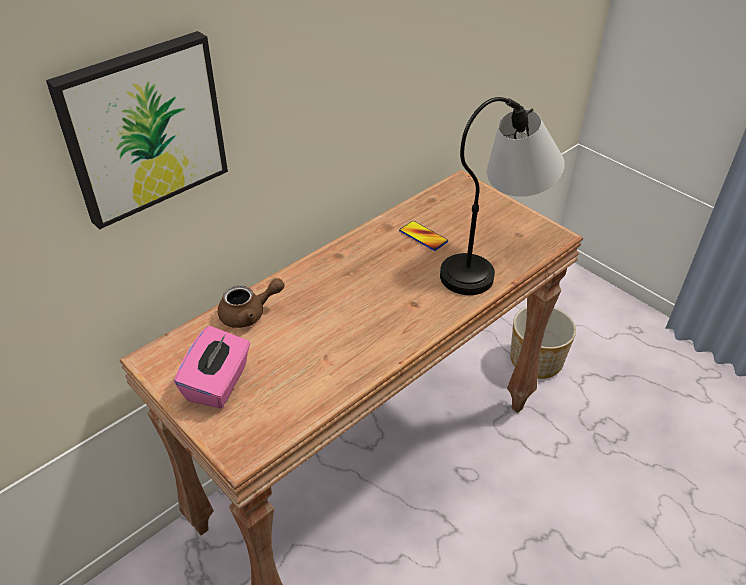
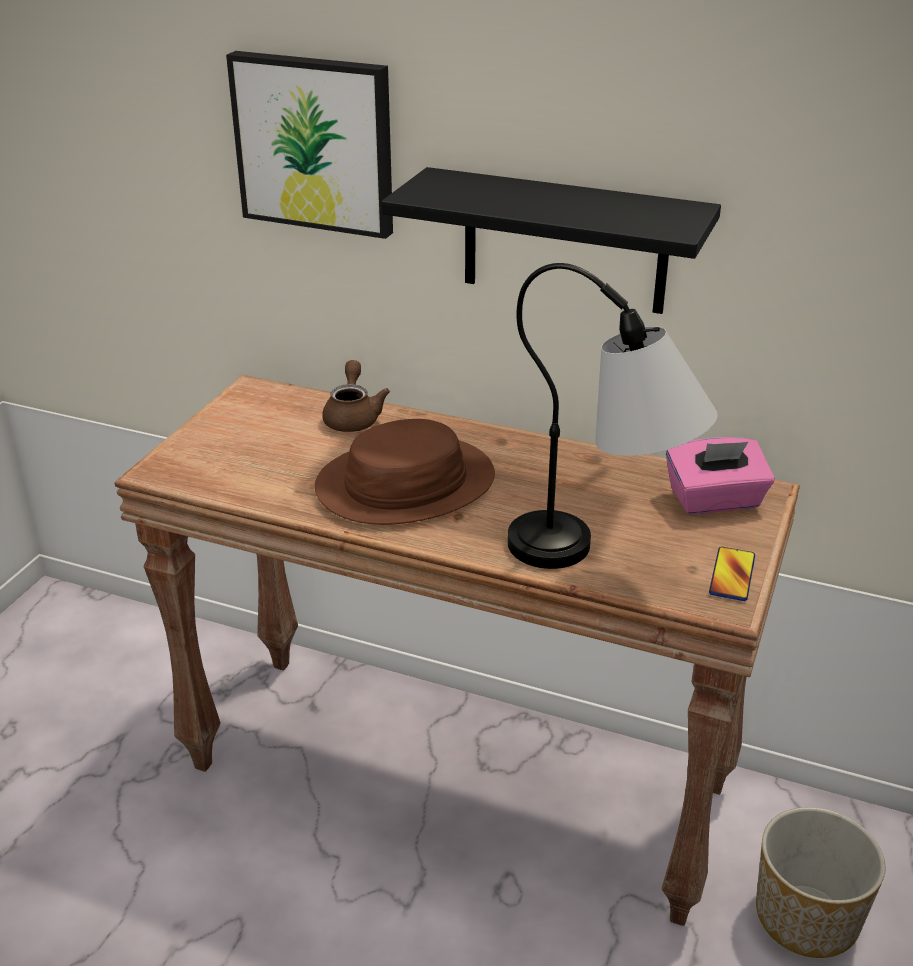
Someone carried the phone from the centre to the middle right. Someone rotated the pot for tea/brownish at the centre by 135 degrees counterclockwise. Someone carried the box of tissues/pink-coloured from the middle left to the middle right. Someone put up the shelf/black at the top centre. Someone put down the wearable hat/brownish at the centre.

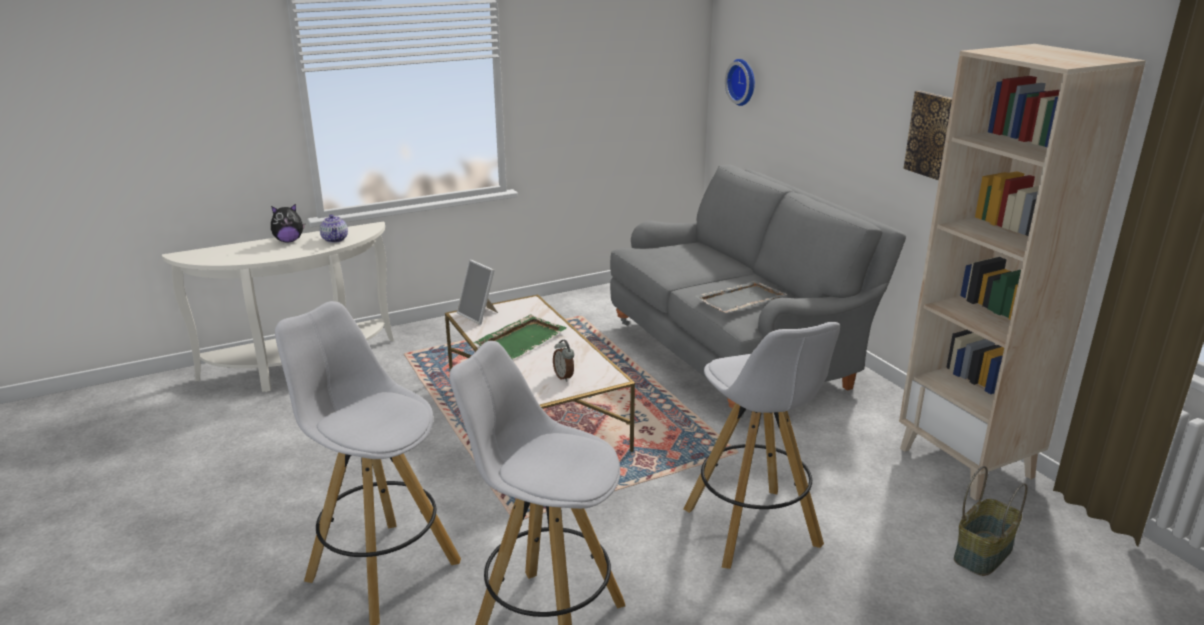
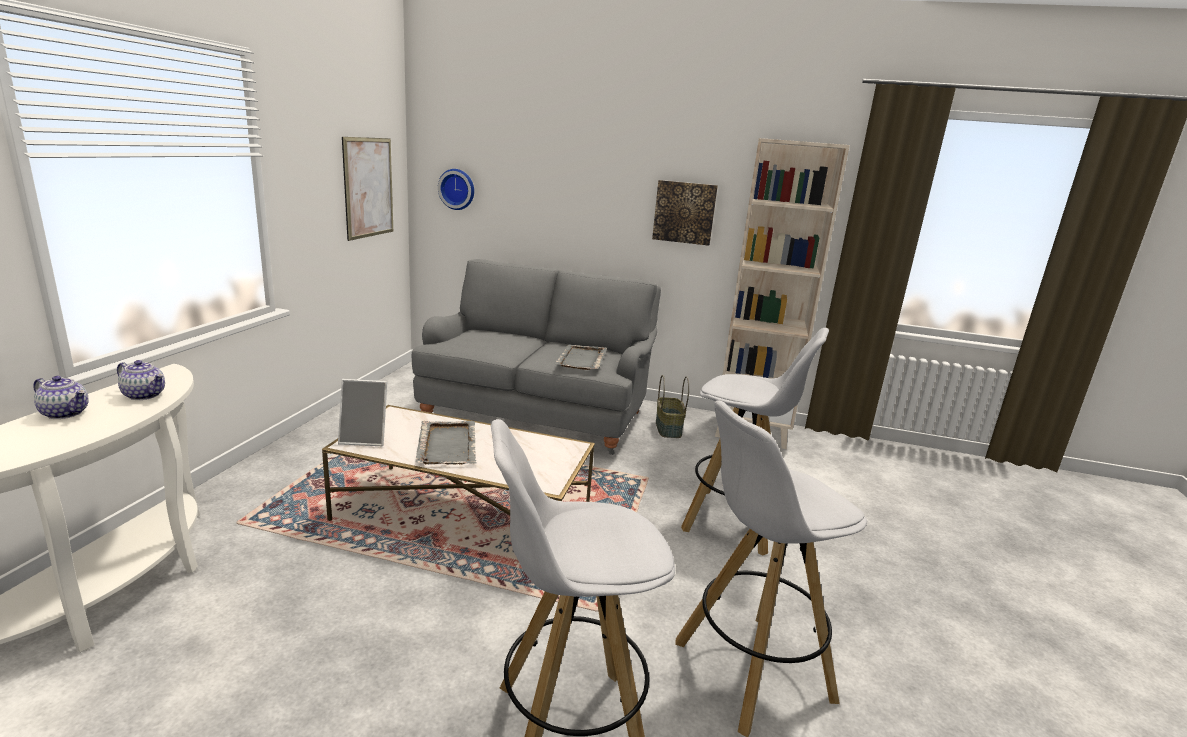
Someone swapped the plush toy at the middle left for the pot for tea (1st from left) at the middle left. Someone repainted the carrying tray/greenish at the centre, which became the carrying tray/grey (1st from left) at the centre. Someone took away the table clock at the centre. Someone carried the basket from the bottom right to the centre. Someone put up the picture (1st from left) at the top left.

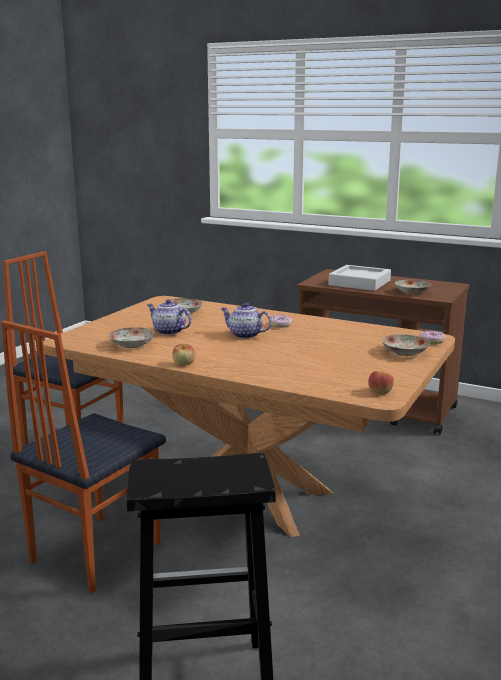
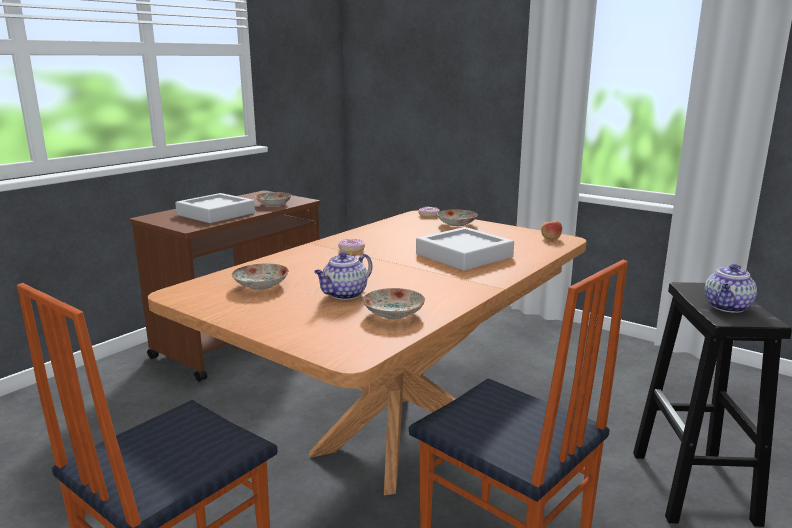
Someone carried the pot for tea (2nd from left) from the centre to the middle right. Someone took away the apple (1st from left) at the centre. Someone put down the carrying tray/grey (2nd from left) at the centre.

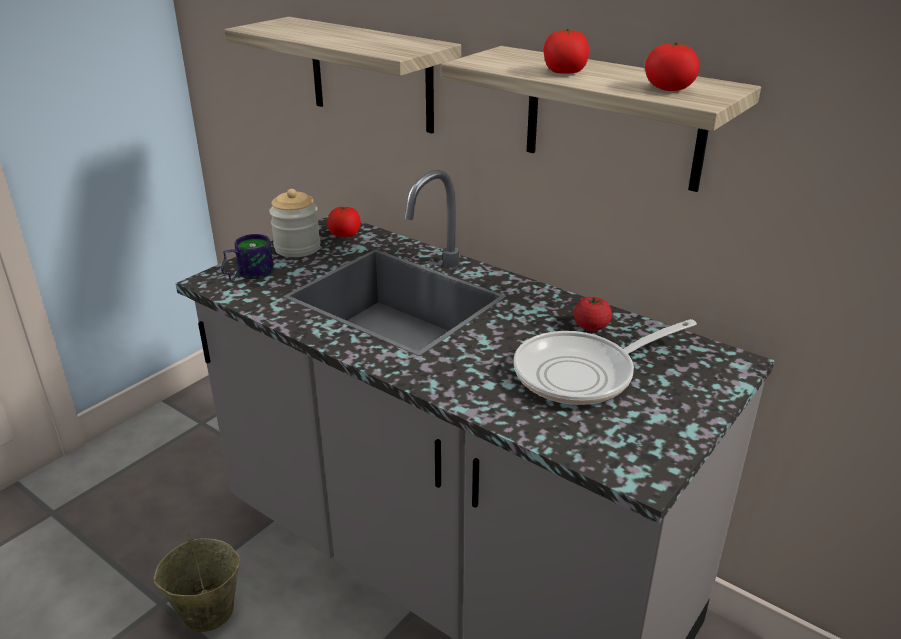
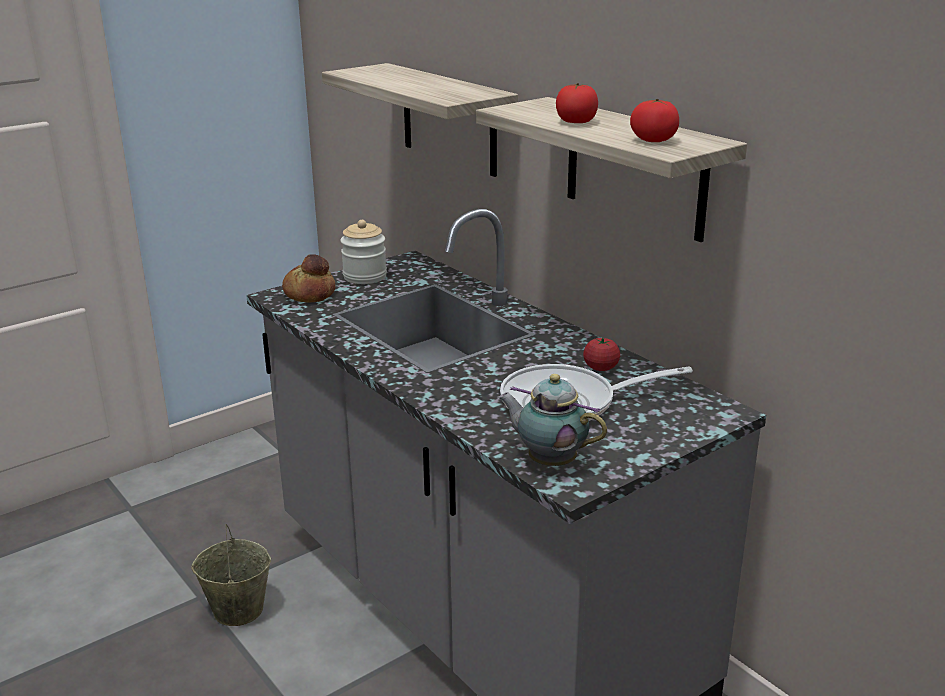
Someone took away the whole tomato (1st from left) at the centre. Someone swapped the coffee mug at the middle left for the bread at the middle left. Someone put down the pot for tea at the centre.

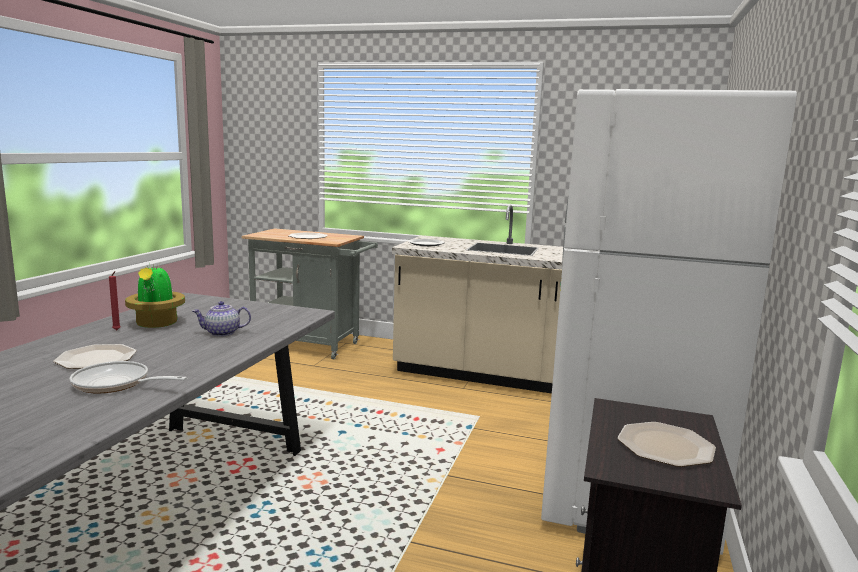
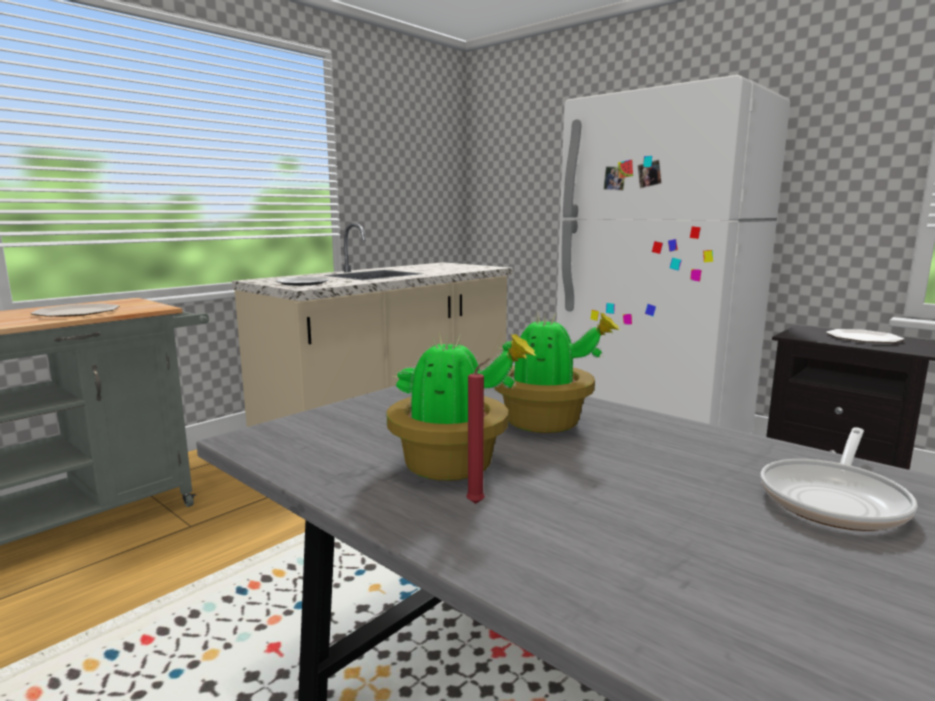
Someone swapped the pot for tea at the middle left for the plant in a pot (2nd from left) at the centre. Someone took away the dinner plate (1st from left) at the middle left.

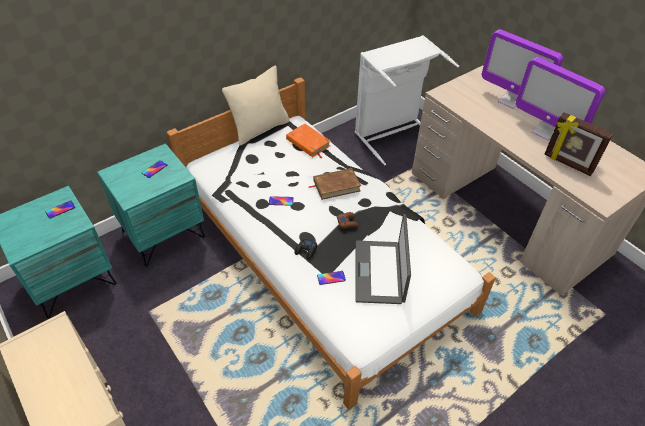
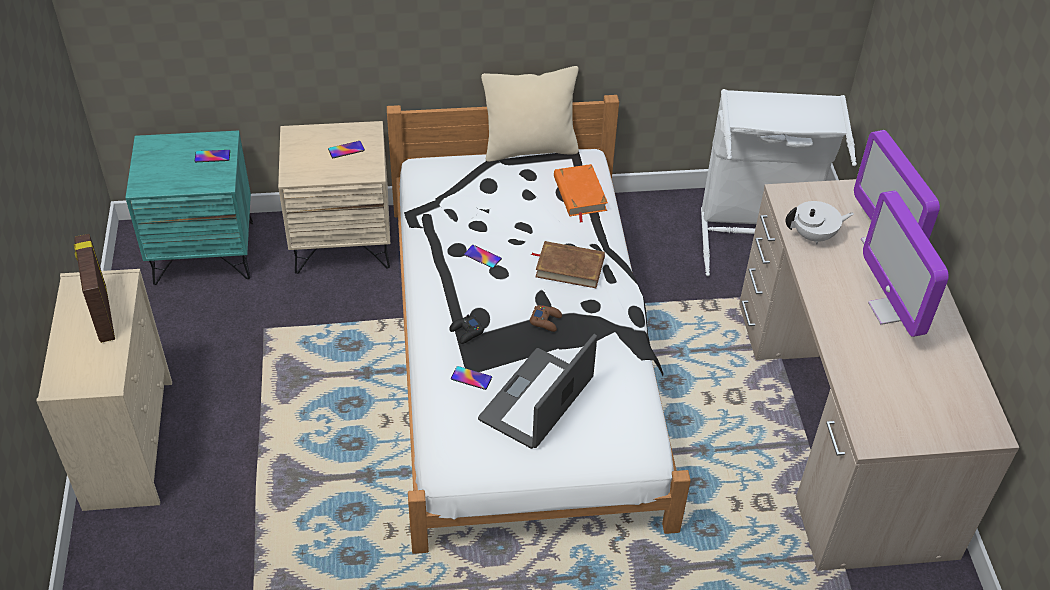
Someone carried the photo frame from the middle right to the middle left. Someone repainted the night table/turquoise (2nd from left) at the middle left, which became the night table/beige at the middle left. Someone put down the pot for tea/white-coloured at the middle right.

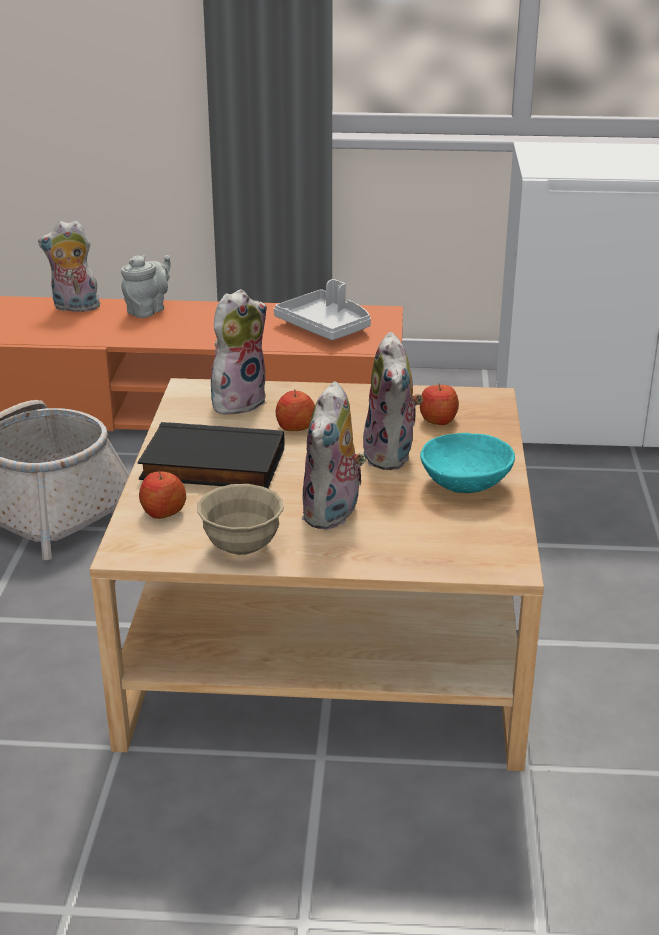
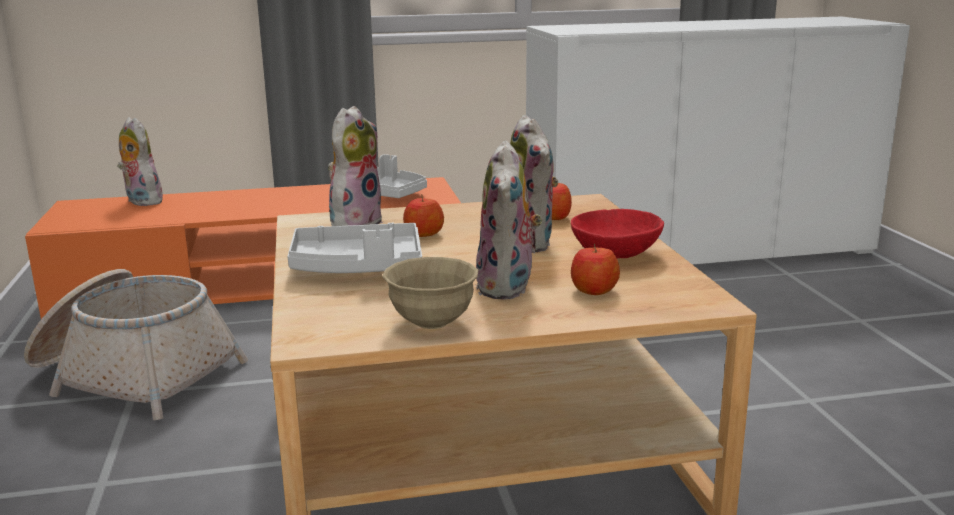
Someone rotated the plush toy (1st from left) at the top left by 60 degrees clockwise. Someone took away the pot for tea/grey at the top left. Someone swapped the volume/black at the middle left for the carrying tray/grey (1st from left) at the centre. Someone repainted the deep dish/turquoise at the middle right, which became the deep dish/red at the centre. Someone carried the apple (1st from left in the first image) from the middle left to the centre.

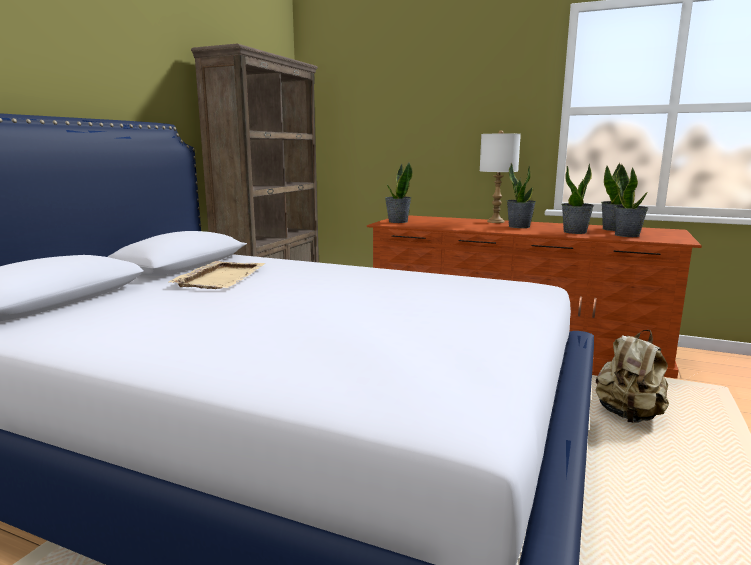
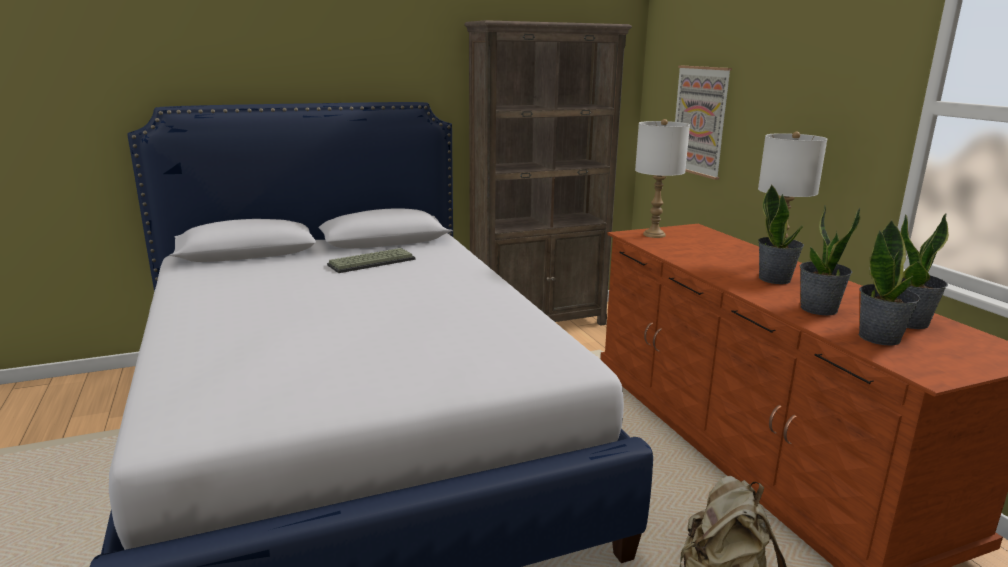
Someone swapped the plant in a pot (1st from left) at the centre for the tabletop lamp/white-coloured (1st from left) at the top centre. Someone swapped the carrying tray/beige at the middle left for the keyboard at the centre. Someone put up the picture at the top right.

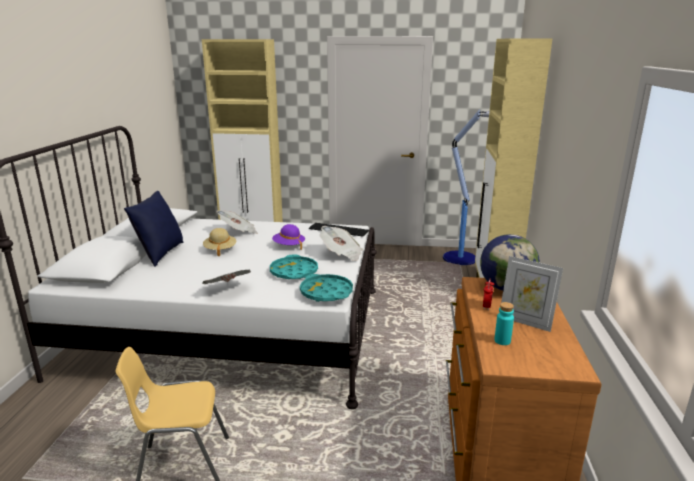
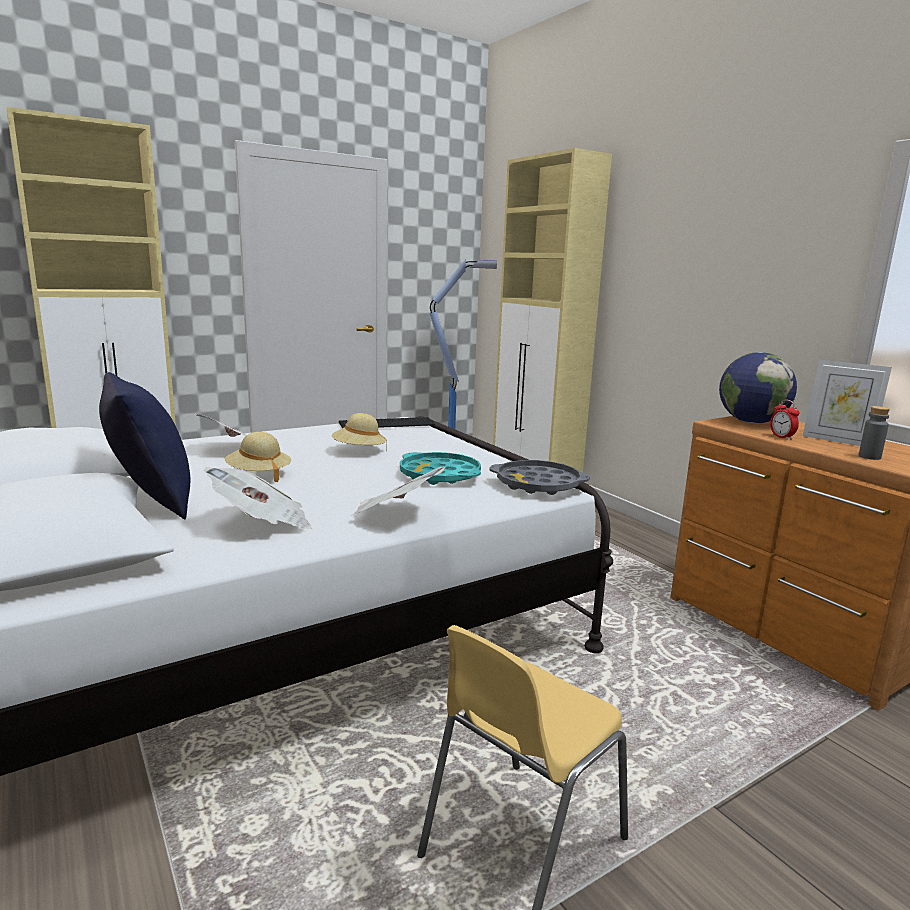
Someone repainted the wearable hat/purple-coloured at the centre, which became the wearable hat/beige (2nd from left) at the centre. Someone carried the newspaper (3rd from left in the first image) from the centre to the middle left. Someone rotated the photo frame at the middle right by 45 degrees clockwise. Someone repainted the carrying tray/turquoise (2nd from left) at the centre, which became the carrying tray/grey at the centre. Someone repainted the drink bottle/turquoise at the bottom right, which became the drink bottle/grey at the middle right.

